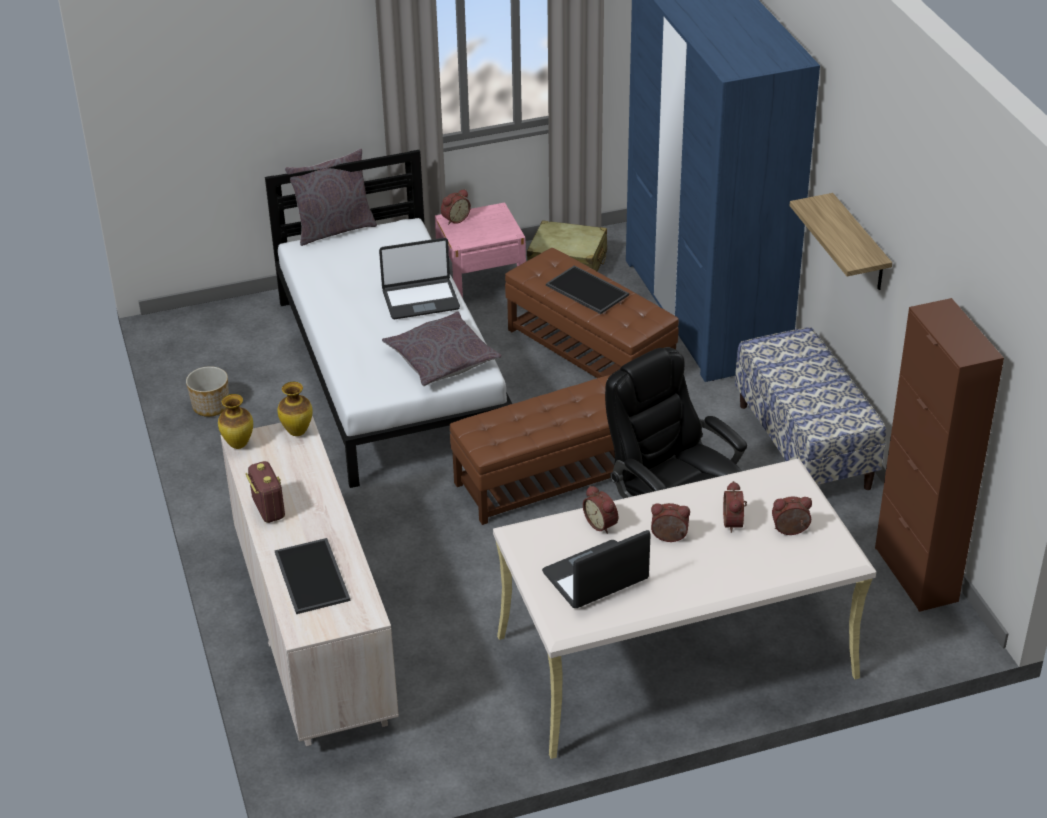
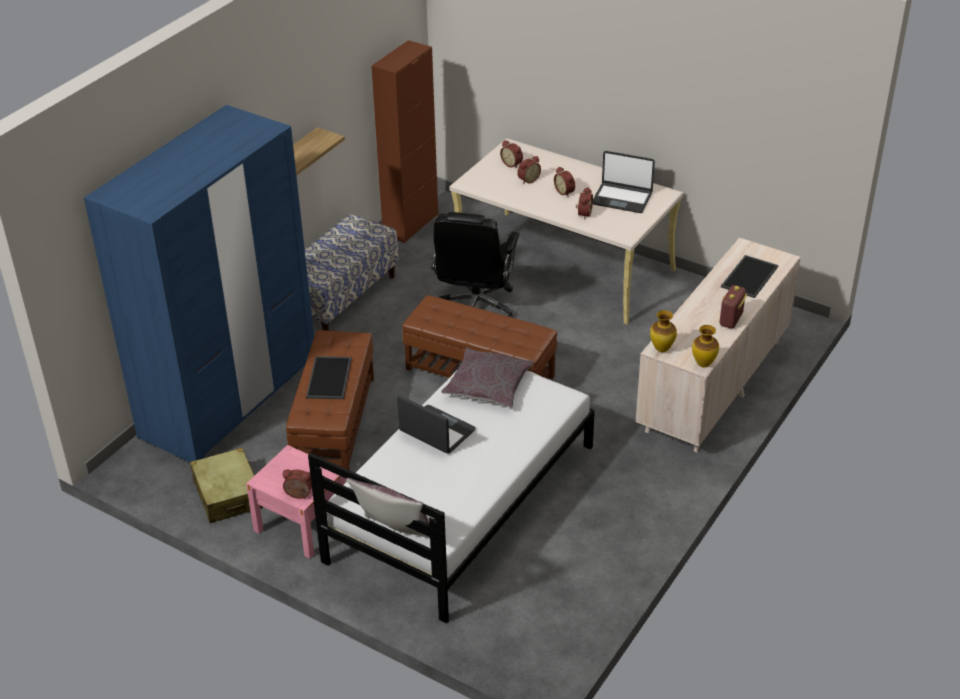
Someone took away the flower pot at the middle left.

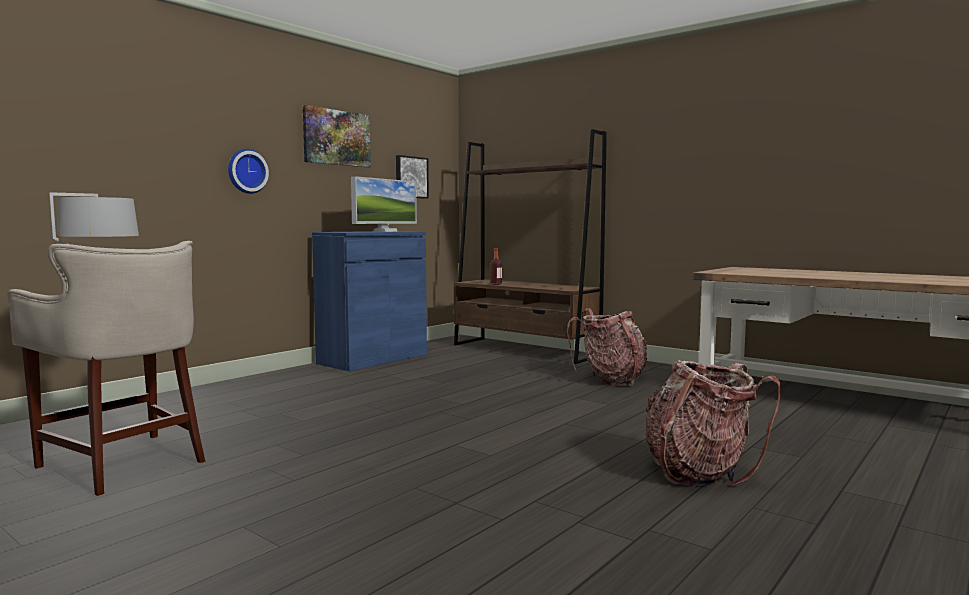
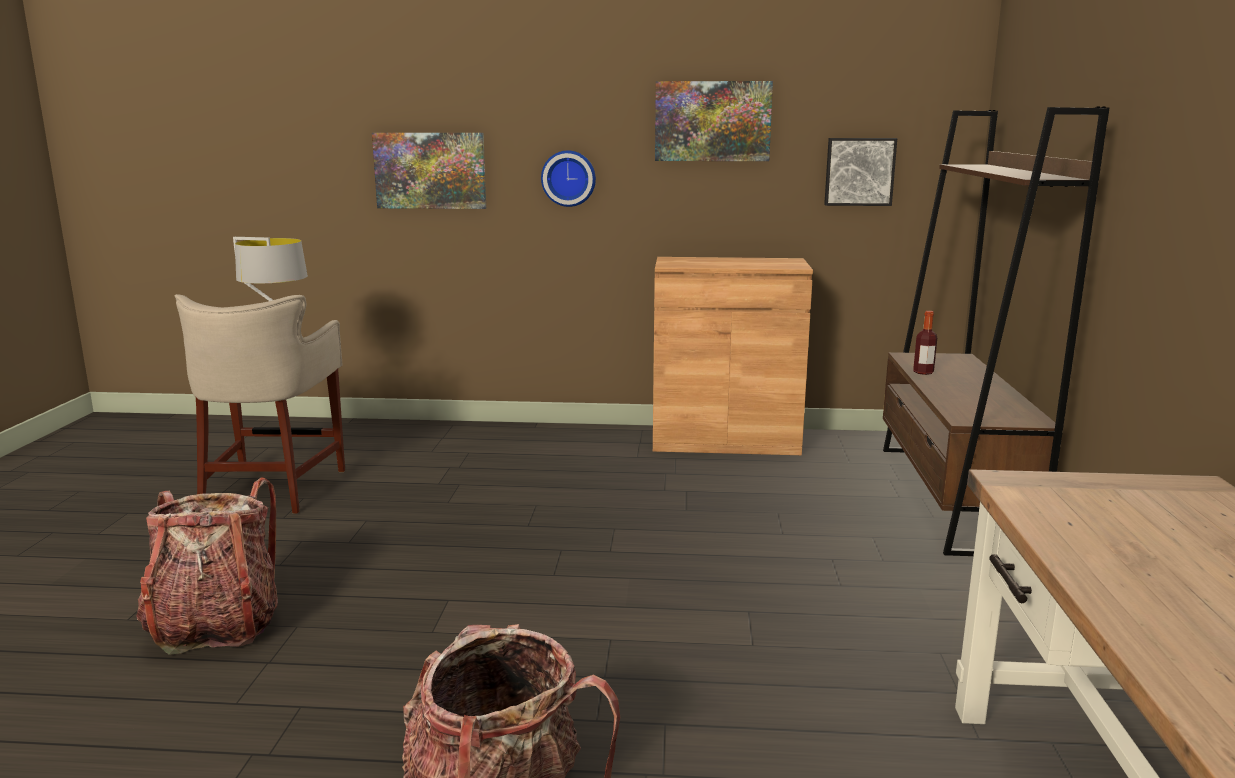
Someone took away the monitor at the centre. Someone repainted the storage cabinet/blue-coloured at the centre, which became the storage cabinet/brownish at the centre. Someone carried the backpack (1st from left) from the centre to the bottom left. Someone put up the picture (1st from left) at the top centre.

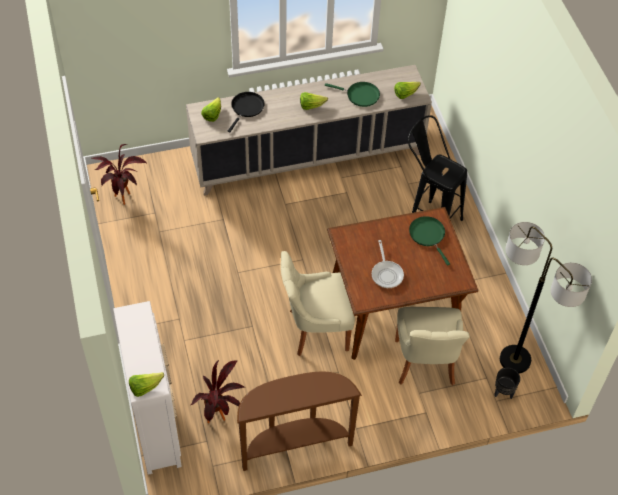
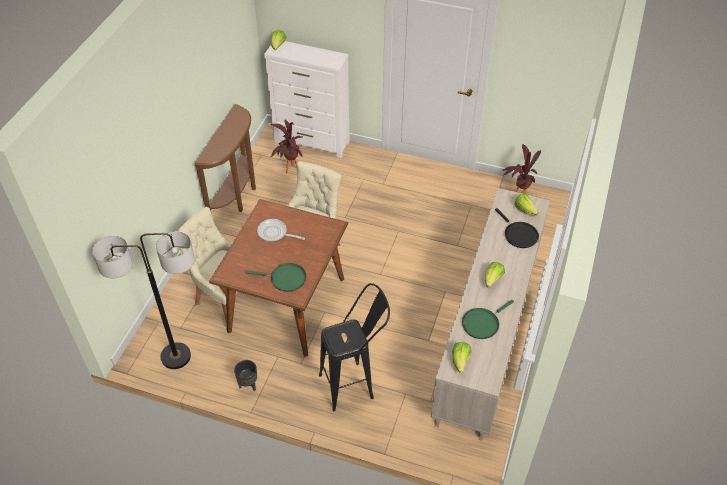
Someone carried the flower pot/black from the bottom right to the bottom centre.

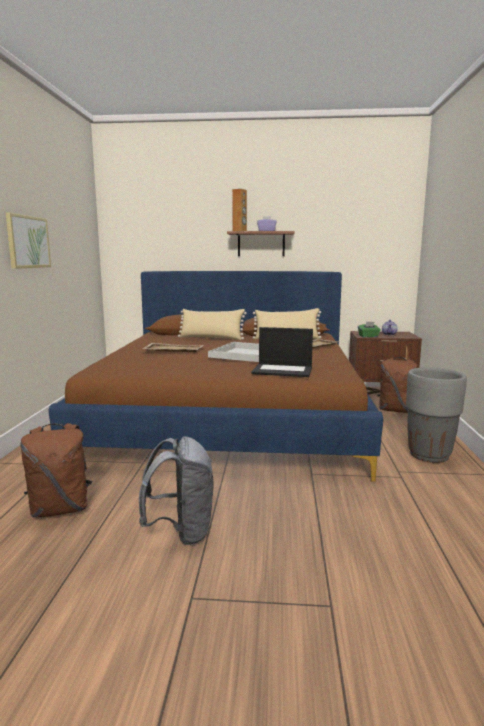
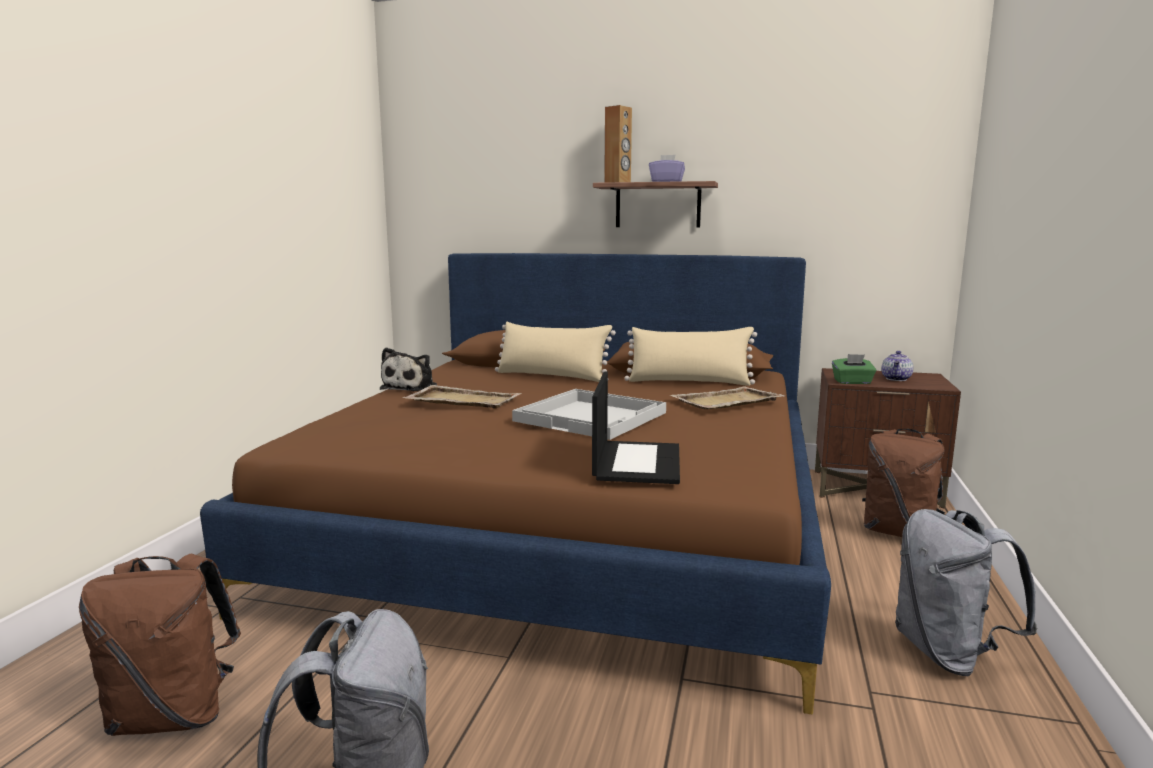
Someone took away the picture at the top left. Someone rotated the notebook computer at the centre by 105 degrees counterclockwise. Someone swapped the flower pot/grey at the middle right for the backpack/grey (2nd from left) at the bottom right. Someone put down the plush toy at the centre.

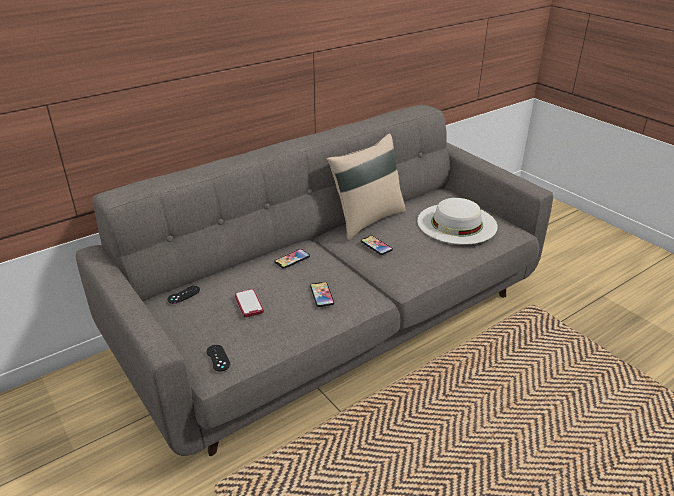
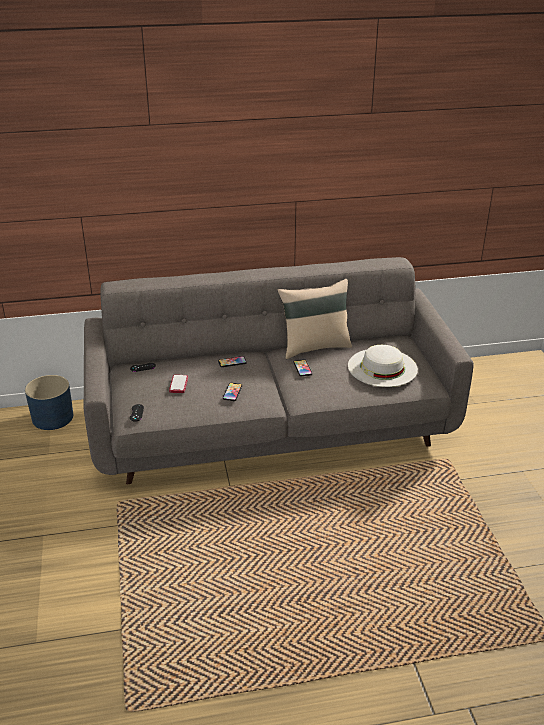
Someone put down the flower pot/blue-coloured at the middle left.

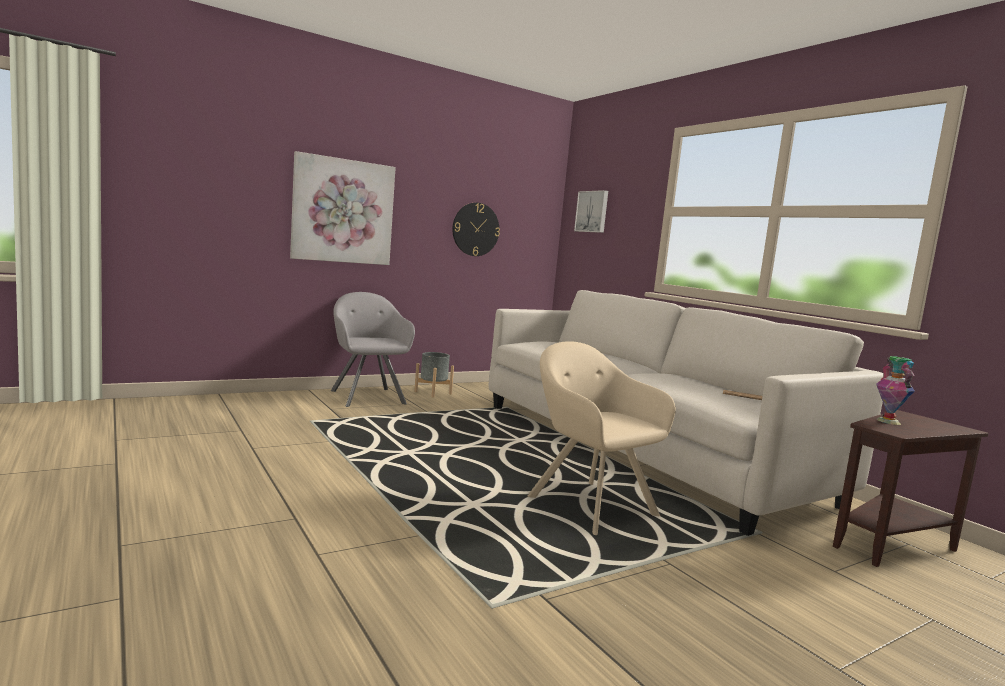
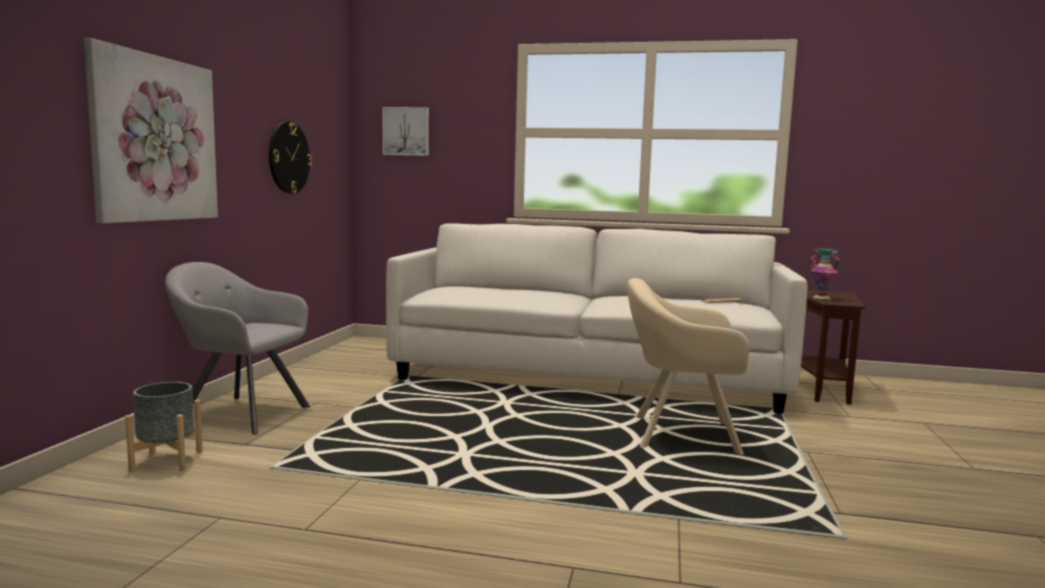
Someone carried the flower pot/grey from the centre to the bottom left.

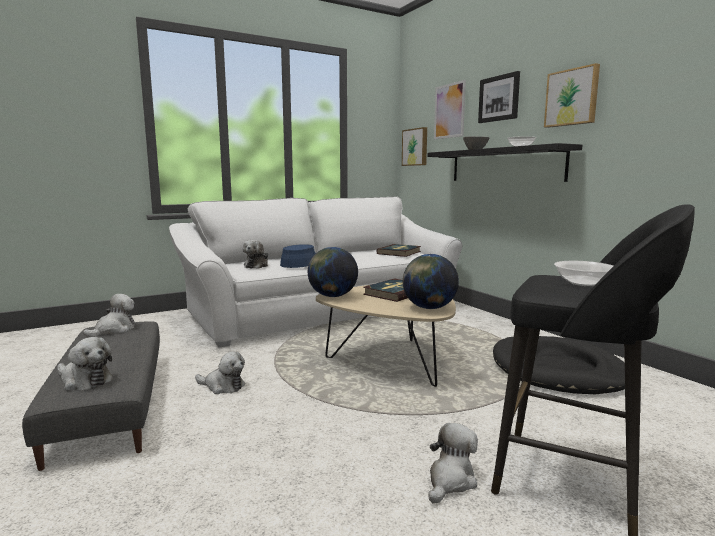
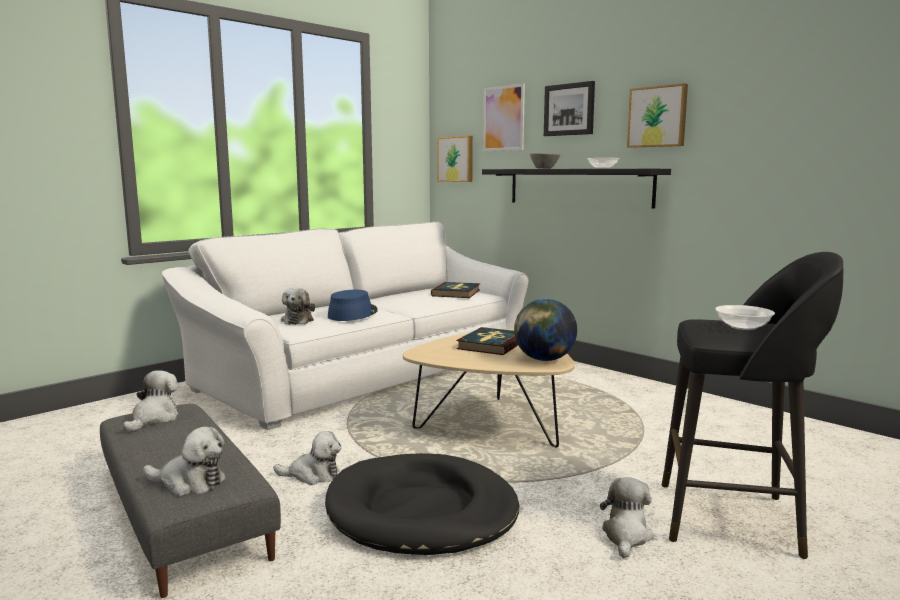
Someone took away the desk globe (1st from left) at the centre. Someone carried the dog bed/black from the bottom right to the bottom centre.

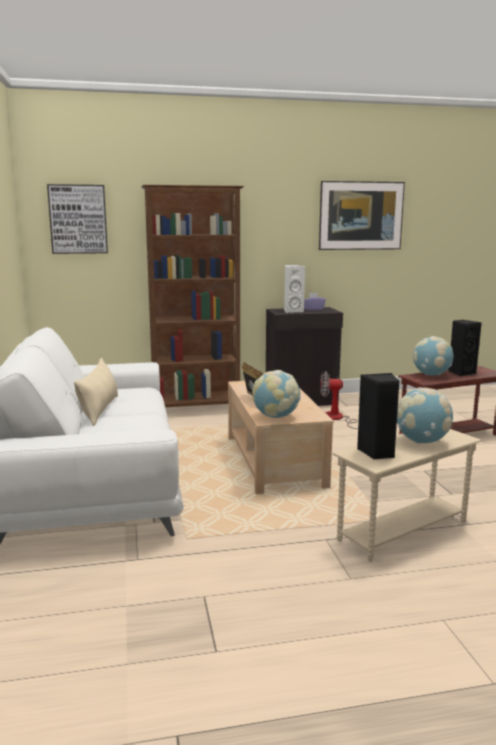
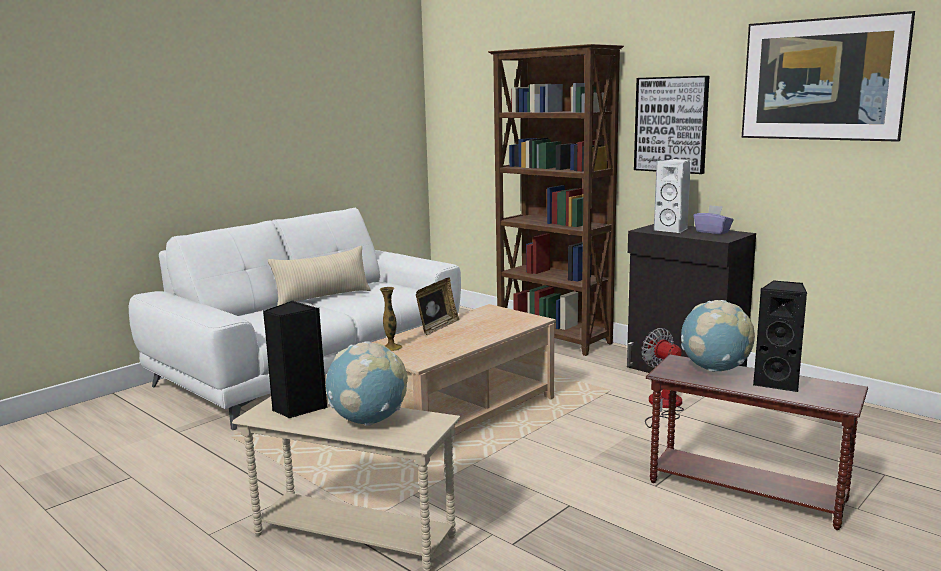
Someone carried the picture (1st from left) from the top left to the top right. Someone swapped the desk globe (1st from left) at the centre for the flower vase at the centre.

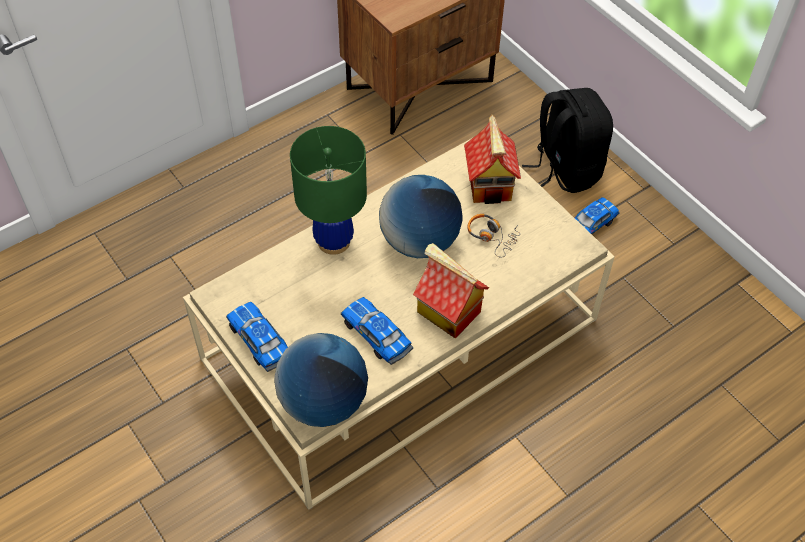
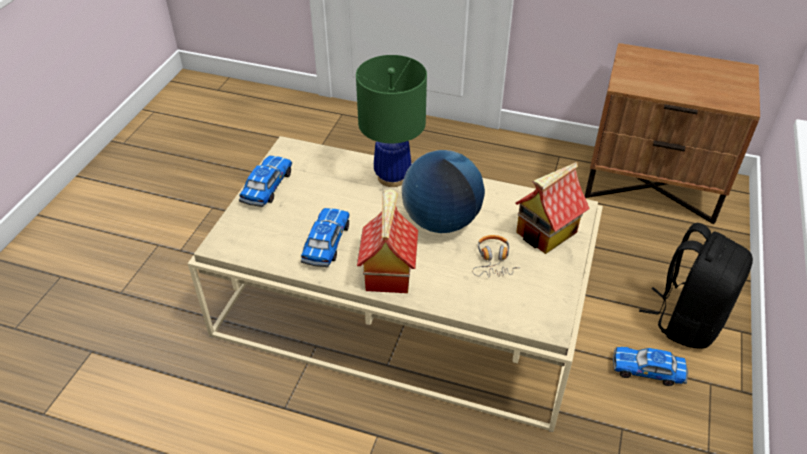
Someone took away the desk globe (1st from left) at the bottom centre.

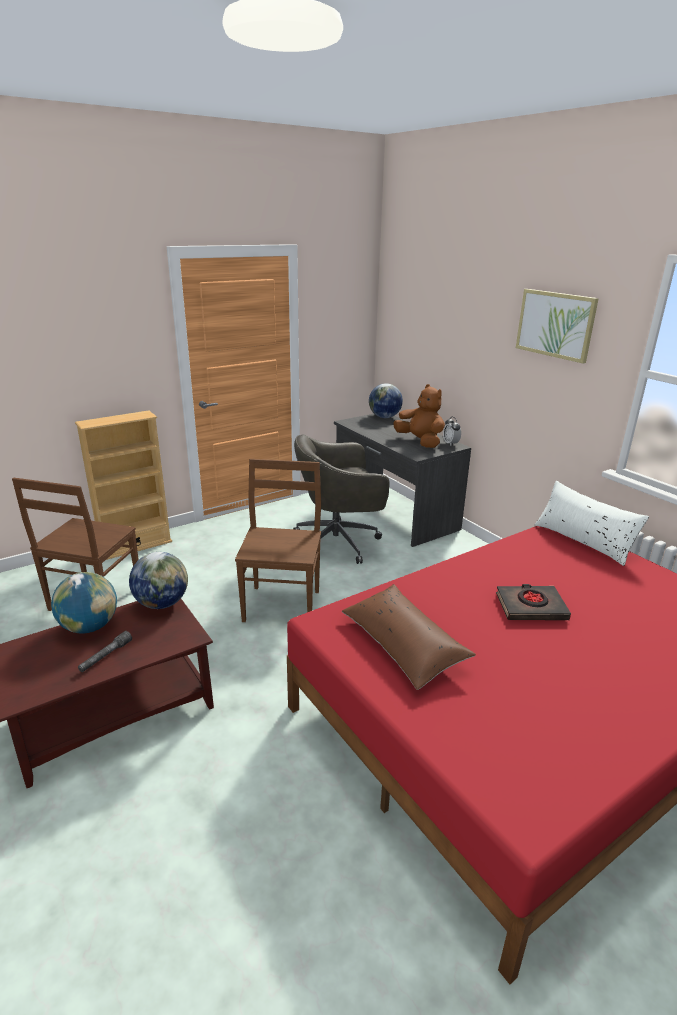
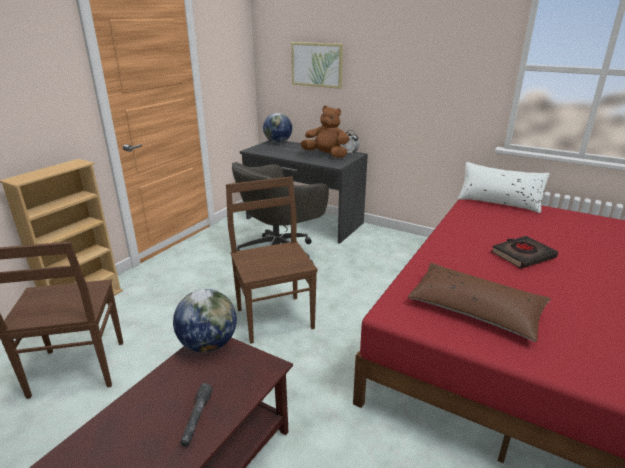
Someone carried the picture from the top right to the top centre. Someone took away the desk globe (1st from left) at the middle left.

